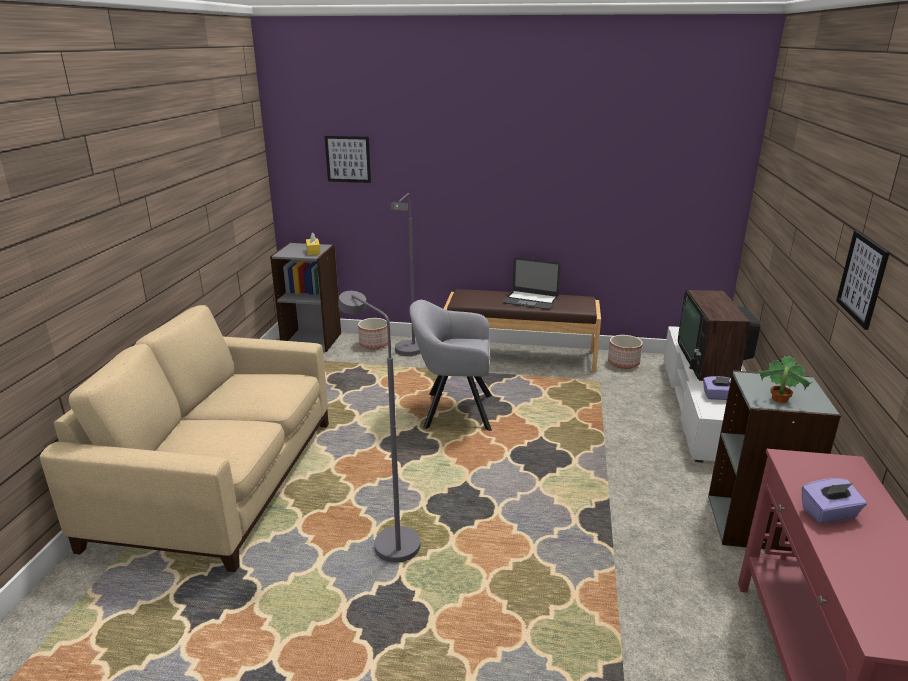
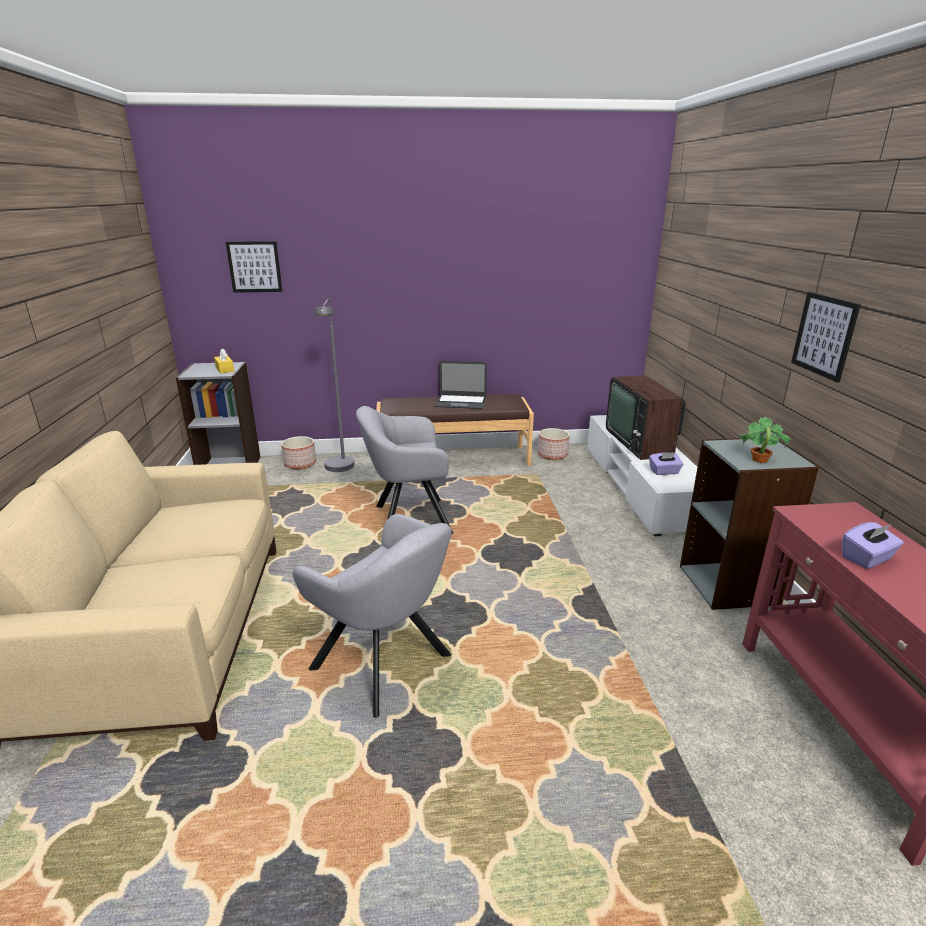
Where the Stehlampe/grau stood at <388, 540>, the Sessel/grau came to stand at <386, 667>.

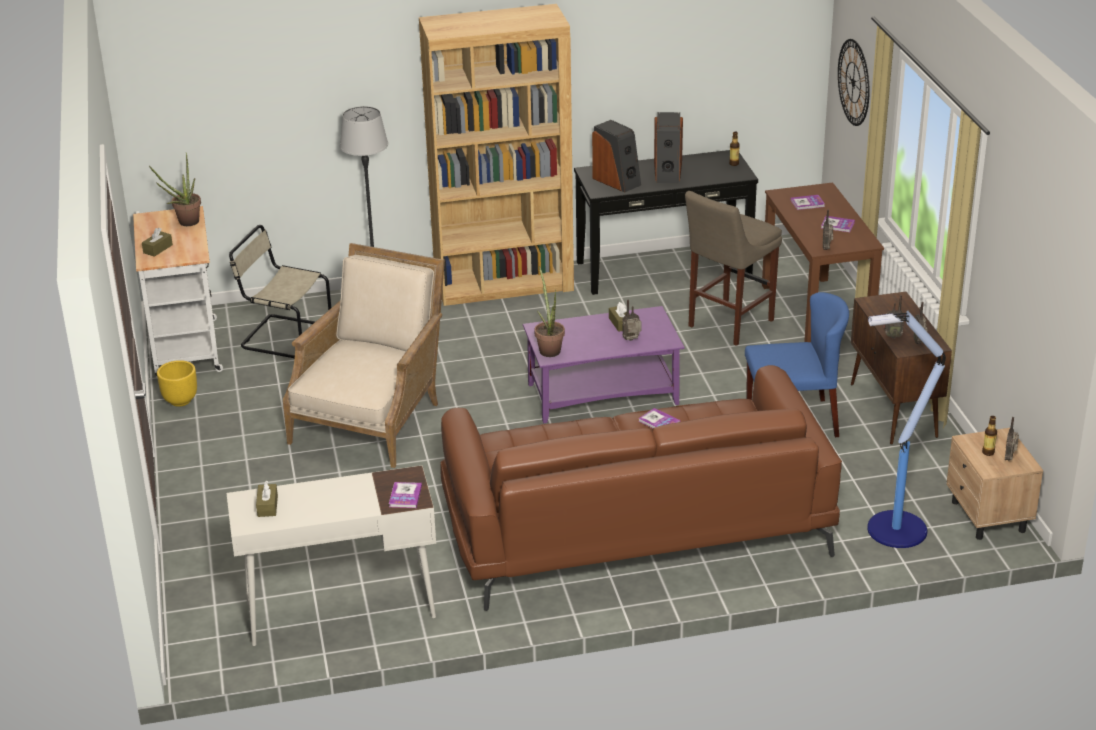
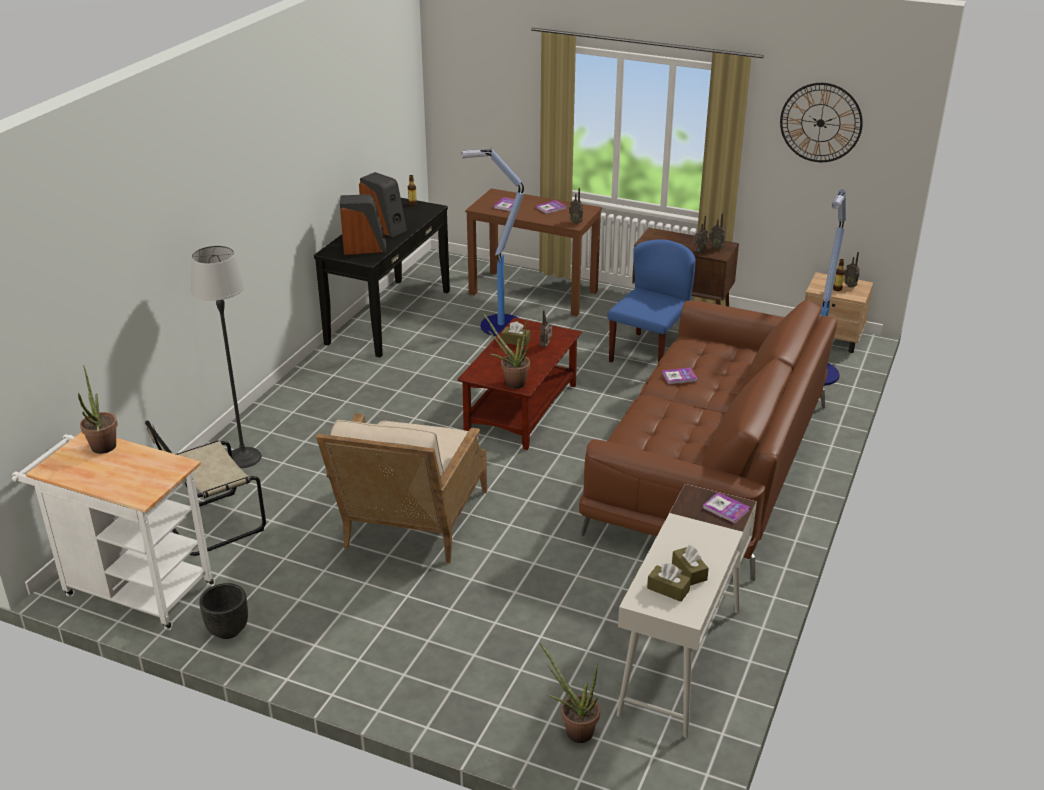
The second view lost the Bücherregal/braun at <504, 284>.
The Wanduhr ended up elsewhere, having gone from <853, 82> to <820, 123>.
Where the Hocker/beige stood at <727, 324>, the Stehlampe came to stand at <499, 326>.
The Taschentuchbox/braun ended up elsewhere, having gone from <158, 249> to <689, 571>.
The Sessel/beige at <373, 417> ended up facing another way, 135 degrees counterclockwise from before.
What was the Couchtisch/lila at <601, 394> turned into the Couchtisch/braun at <521, 410>.
What was the Pflanzkübel/gelb at <181, 401> turned into the Pflanzkübel/schwarz at <228, 630>.
The second view gained the Topfpflanze at <574, 730>.

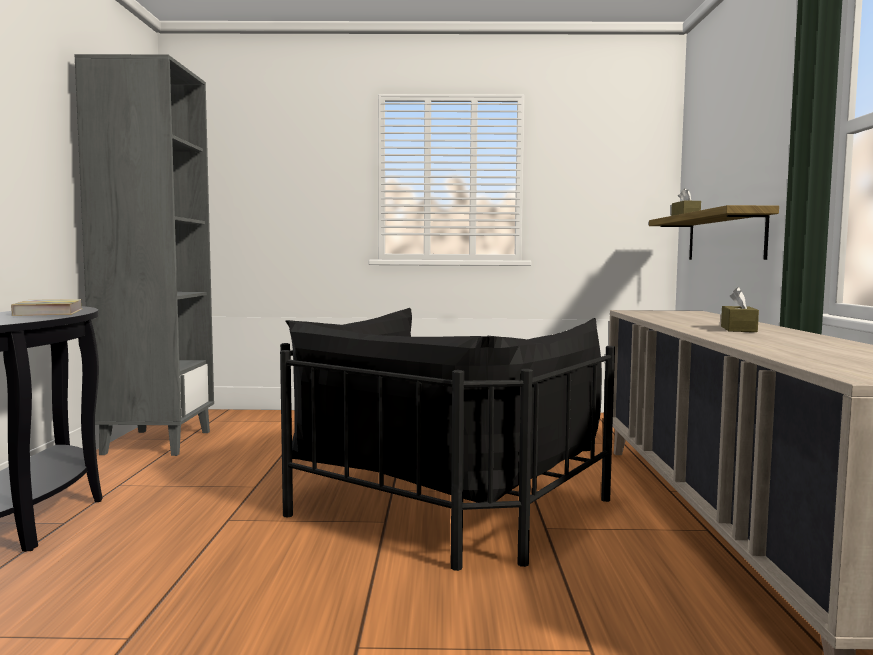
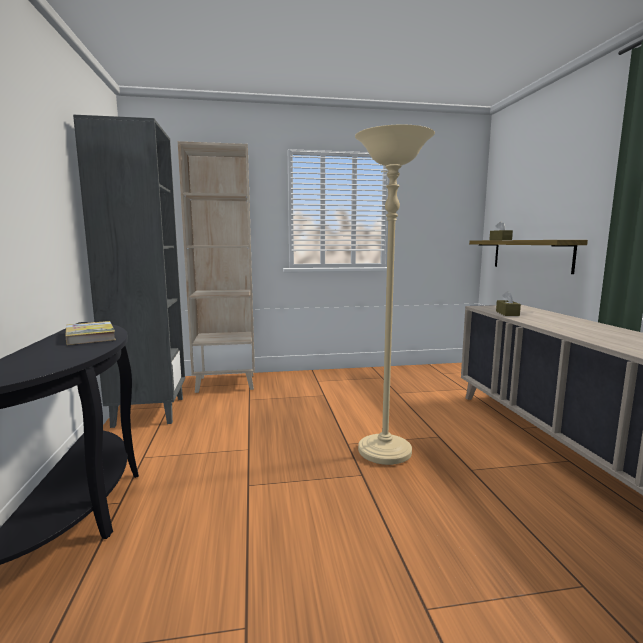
The Taschentuchbox/braun ended up elsewhere, having gone from <738, 329> to <507, 313>.
Where the Sessel/schwarz stood at <436, 502>, the Stehlampe/beige came to stand at <384, 452>.
The second view gained the Bücherregal/beige at <226, 383>.

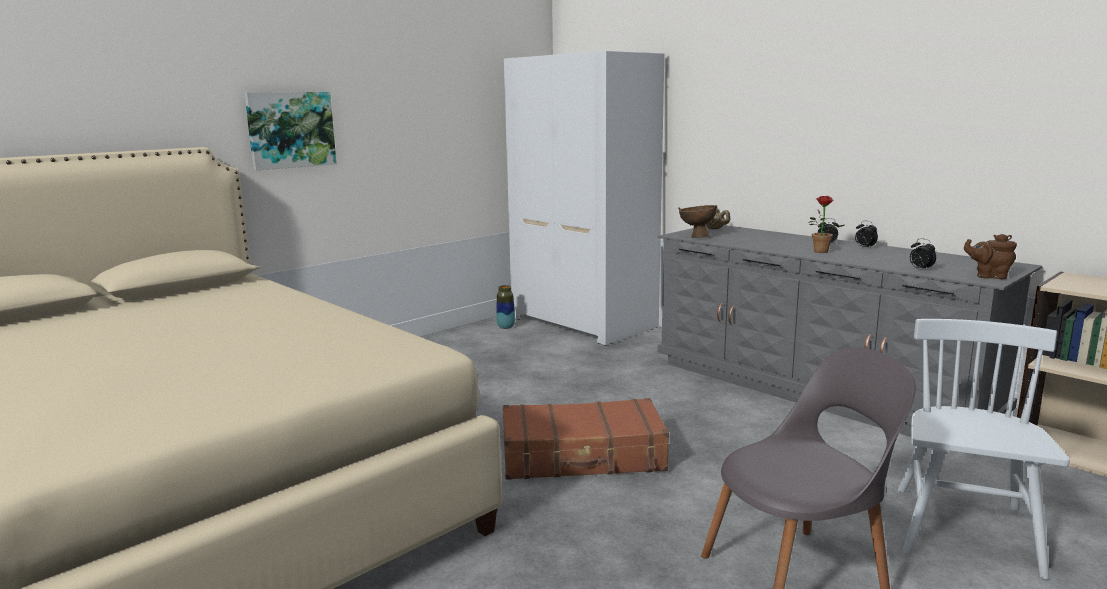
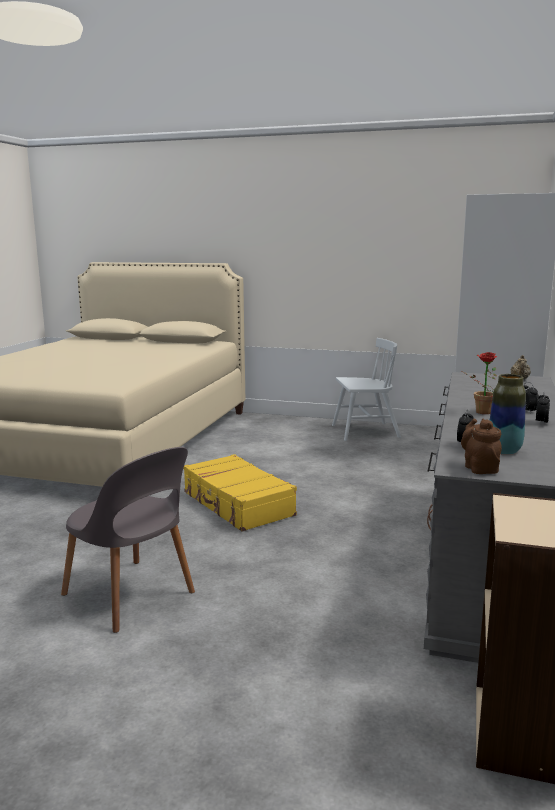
The second view lost the Bild at <290, 129>.
The second view lost the Schüssel/braun at <696, 236>.
The Vase ended up elsewhere, having gone from <506, 327> to <504, 451>.
The Stuhl/weiß ended up elsewhere, having gone from <964, 531> to <365, 432>.
What was the Koffer/braun at <583, 457> turned into the Koffer/gelb at <237, 504>.

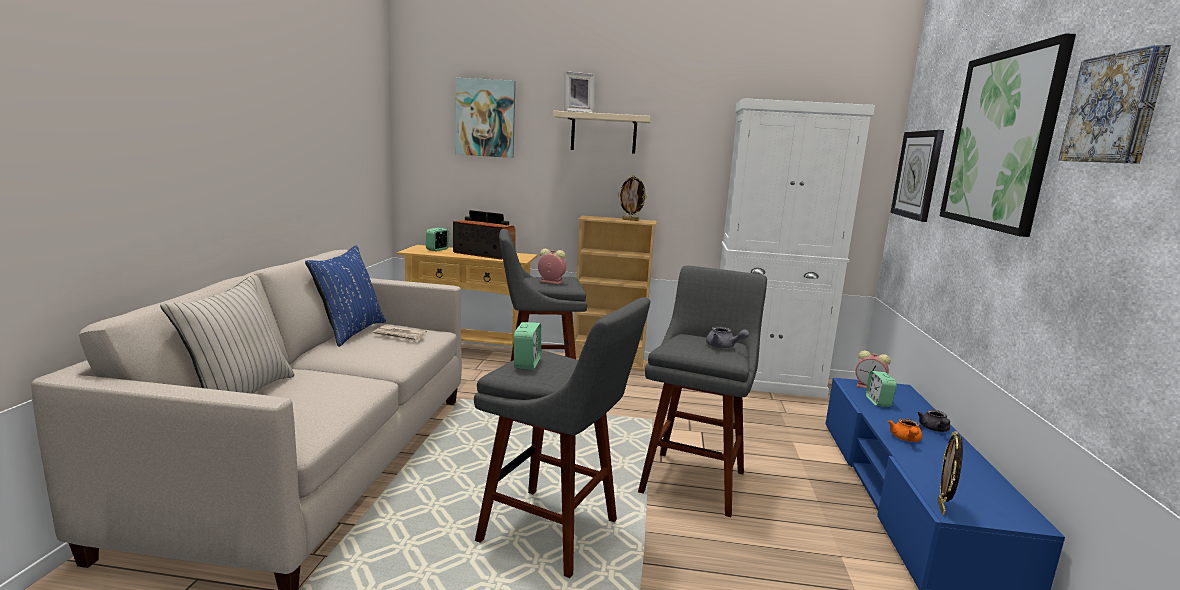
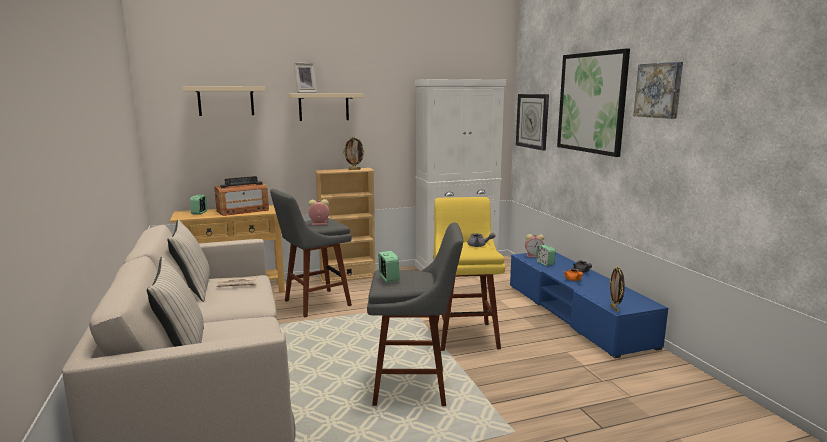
Where the Bild hung at <485, 118>, the Wandregal/beige came to hang at <226, 101>.
The Radio at <484, 254> ended up facing another way, 150 degrees clockwise from before.
What was the Kissen/blau at <350, 332> turned into the Kissen/beige at <193, 290>.
What was the Hocker/grau at <694, 479> turned into the Hocker/gelb at <465, 334>.

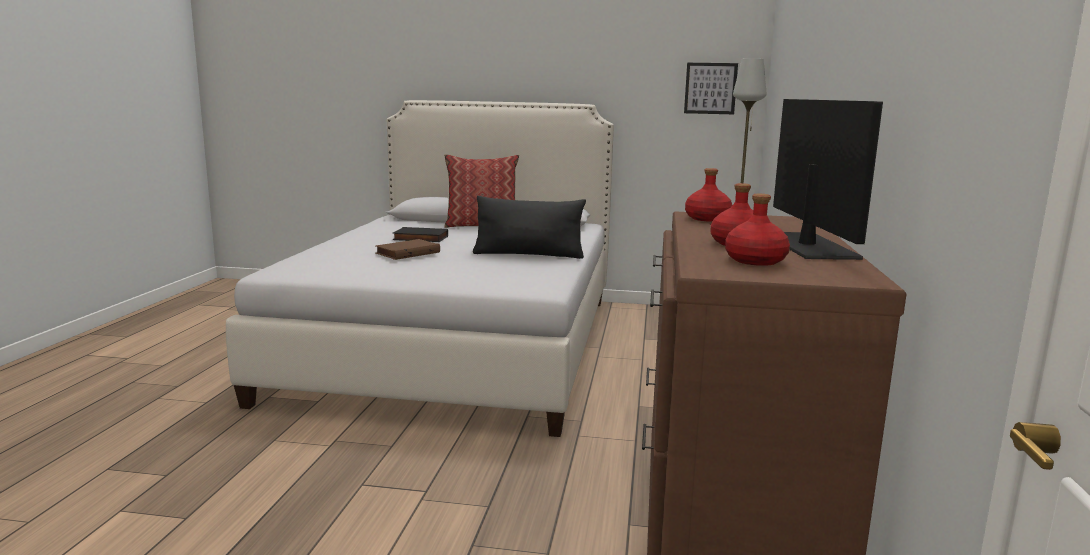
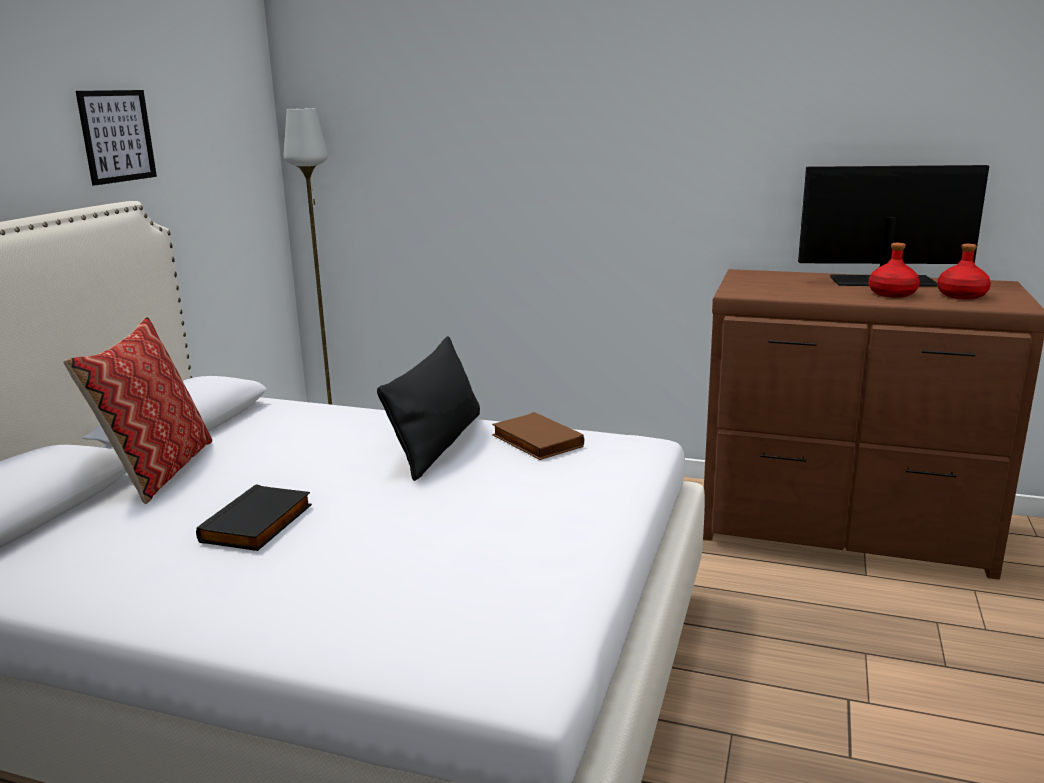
The Bild ended up elsewhere, having gone from <710, 88> to <117, 136>.
The second view lost the Flasche/rot at <707, 218>.
The Buch/braun ended up elsewhere, having gone from <407, 252> to <535, 441>.

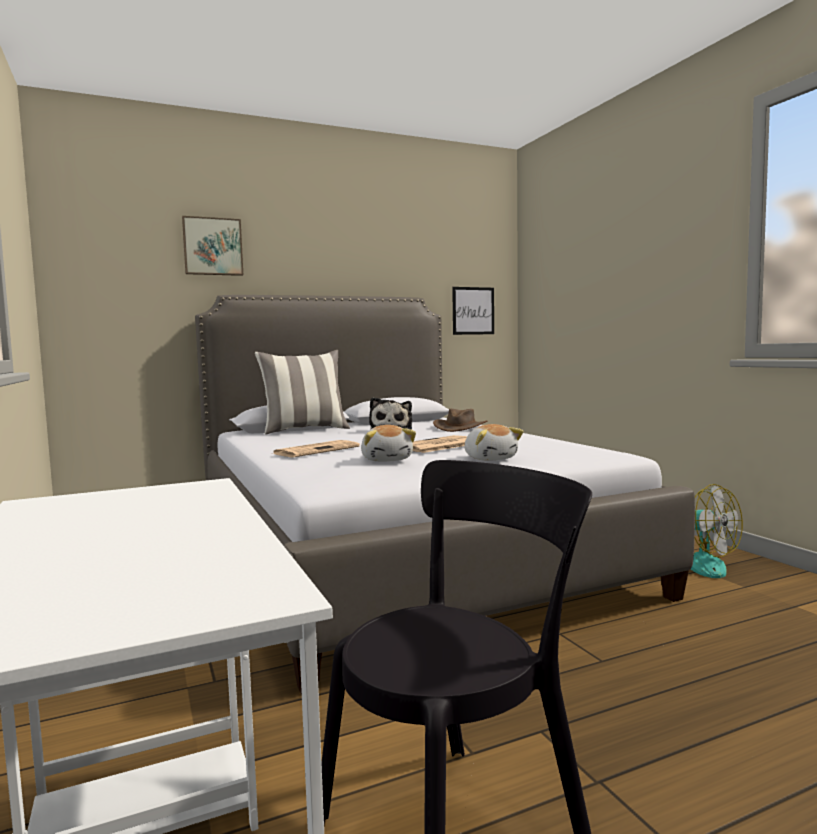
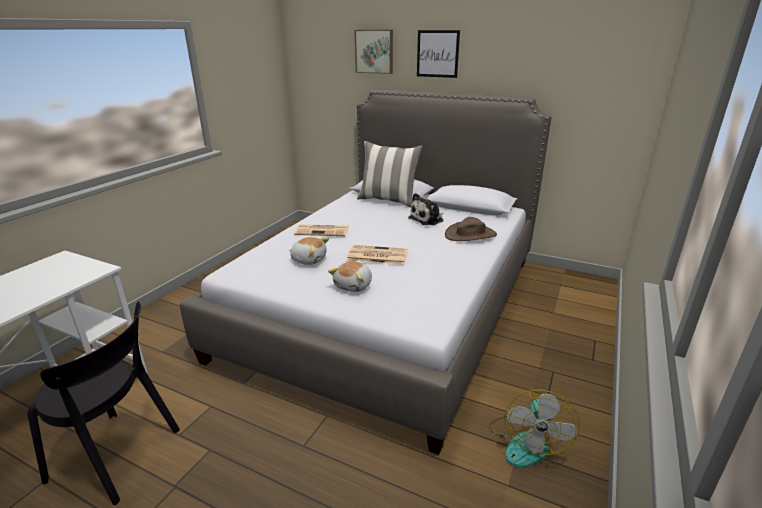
The Bild ended up elsewhere, having gone from <473, 311> to <437, 54>.
The Plüschtier at <387, 460> ended up facing another way, 105 degrees counterclockwise from before.

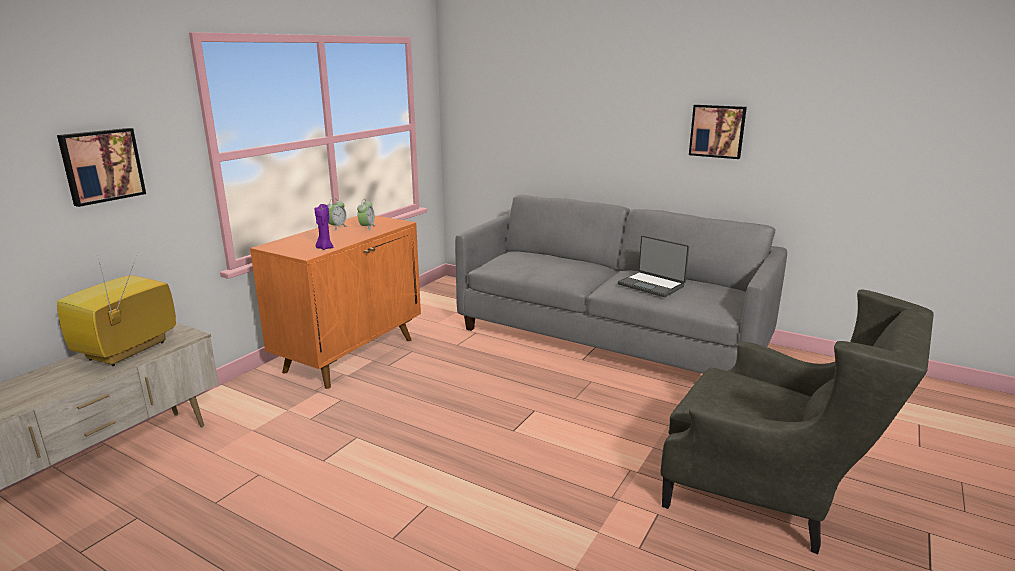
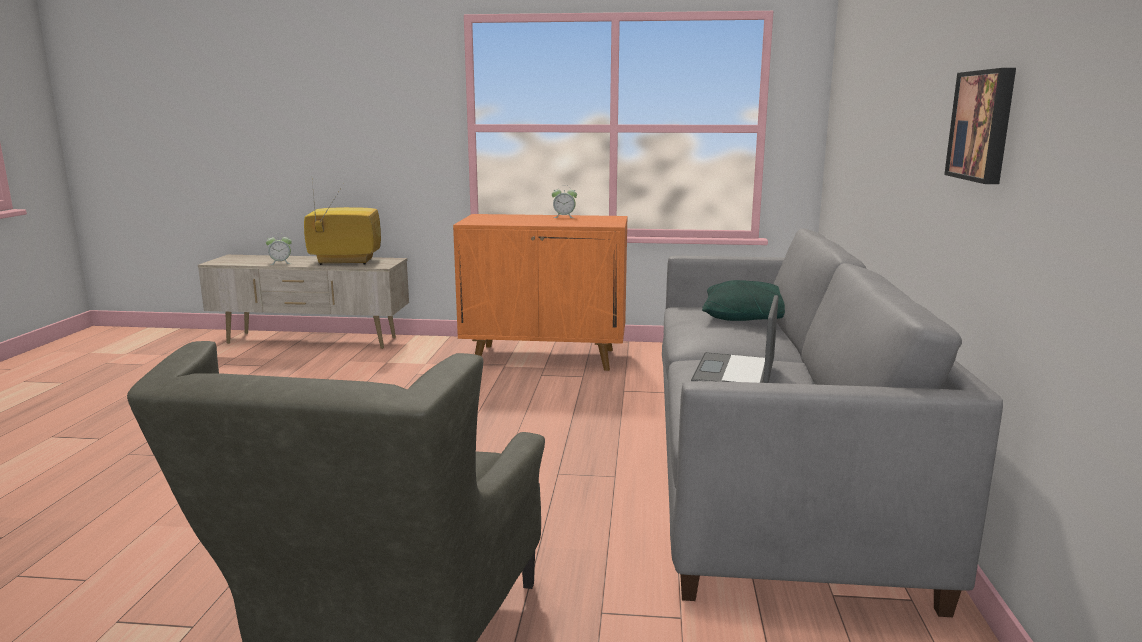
The second view lost the Bild at <101, 165>.
The Wecker ended up elsewhere, having gone from <367, 227> to <280, 263>.
The second view lost the Kerze/lila at <325, 248>.
The second view gained the Kissen/grün at <747, 318>.

